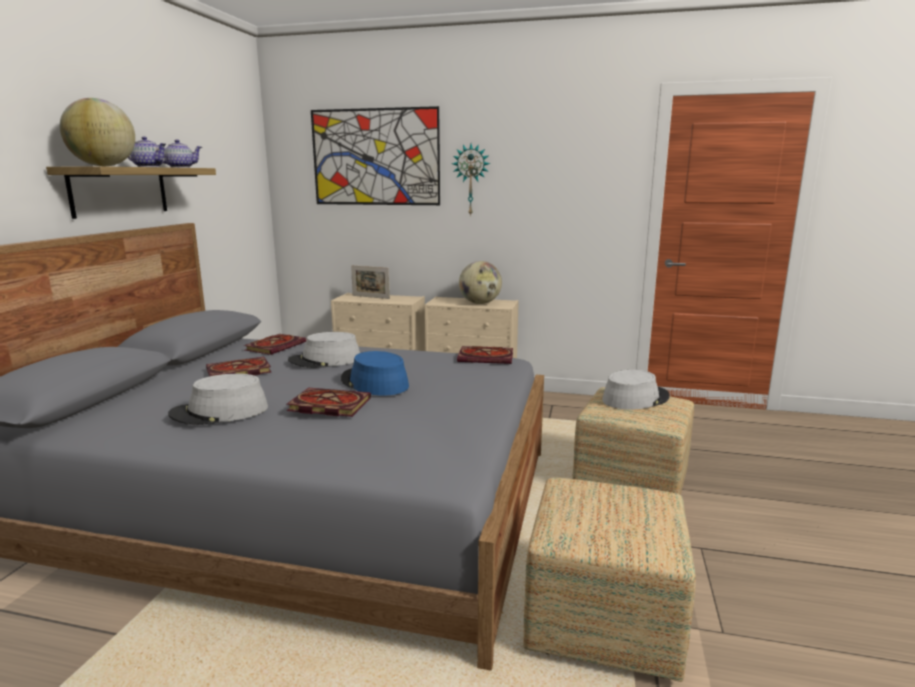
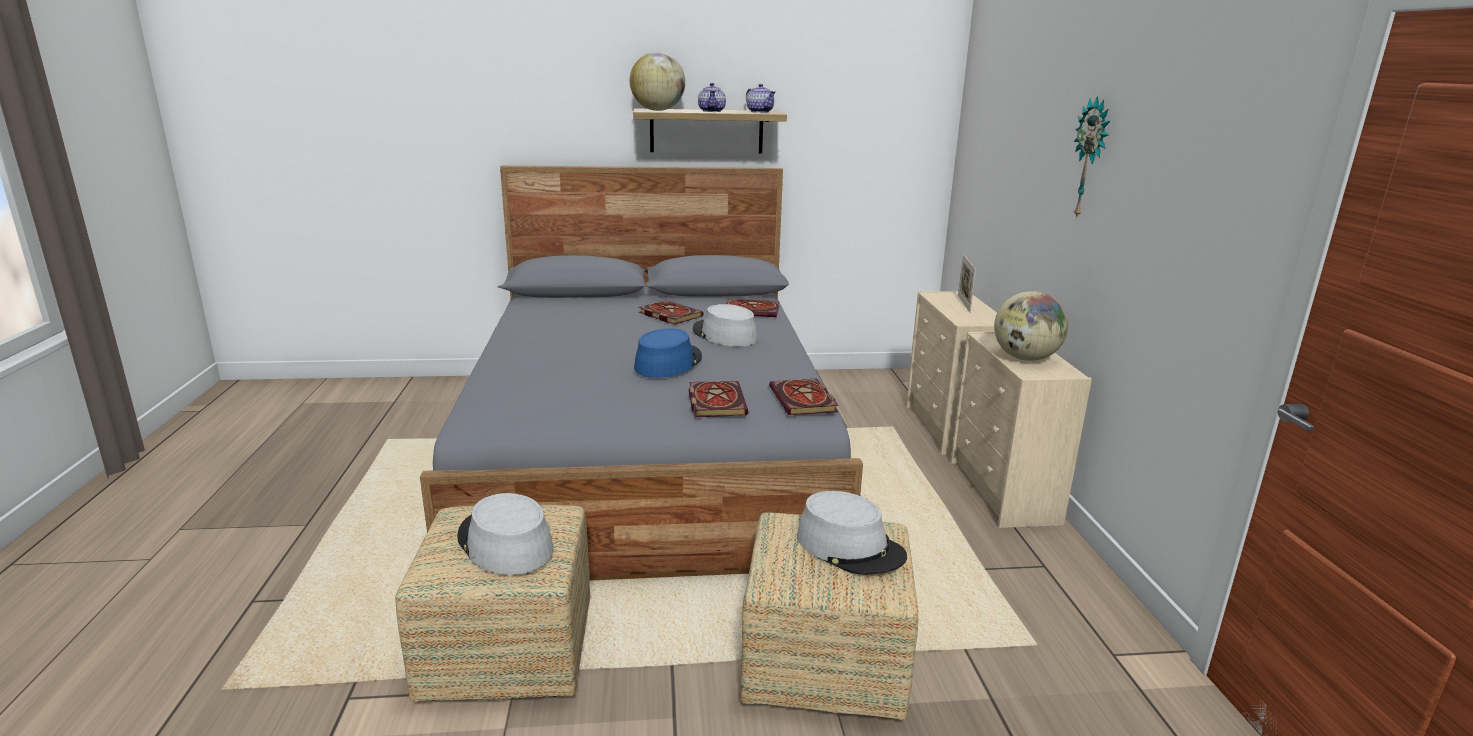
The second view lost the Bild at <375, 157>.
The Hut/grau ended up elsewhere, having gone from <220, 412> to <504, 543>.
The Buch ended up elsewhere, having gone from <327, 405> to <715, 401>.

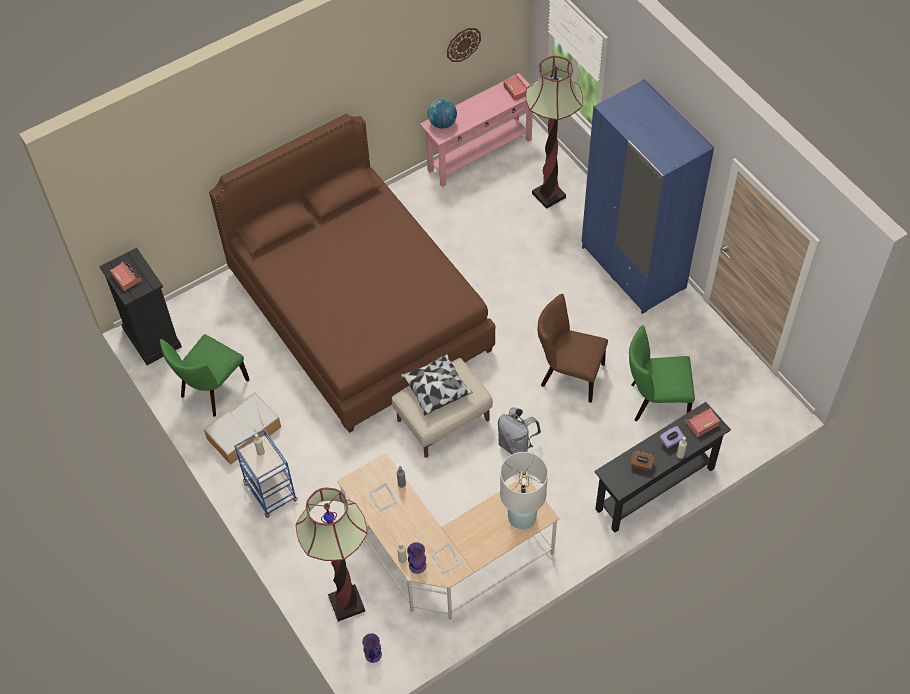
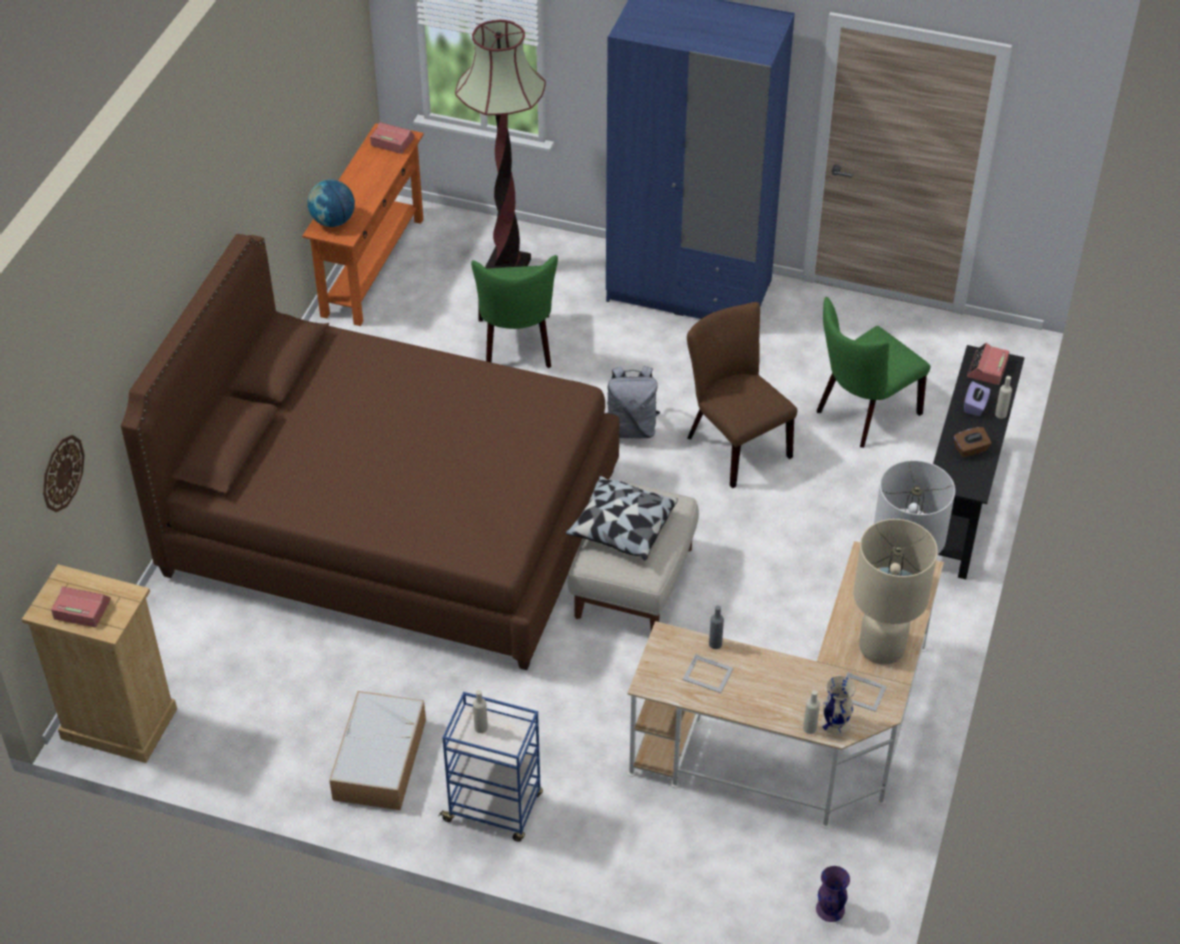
The Wanduhr ended up elsewhere, having gone from <463, 44> to <62, 473>.
What was the Konsolentisch/rosa at <479, 154> turned into the Konsolentisch/orange at <372, 267>.
What was the Kommode/schwarz at <152, 337> turned into the Kommode/beige at <118, 724>.
The Stuhl/braun at <568, 374> ended up facing another way, 75 degrees clockwise from before.
The Stuhl/grün ended up elsewhere, having gone from <211, 390> to <516, 347>.
The Rucksack/grau ended up elsewhere, having gone from <516, 445> to <631, 429>.
The second view lost the Stehlampe at <347, 603>.
What was the Vase/lila at <417, 565> turned into the Vase/beige at <835, 722>.
The second view gained the Tischlampe/beige at <882, 648>.

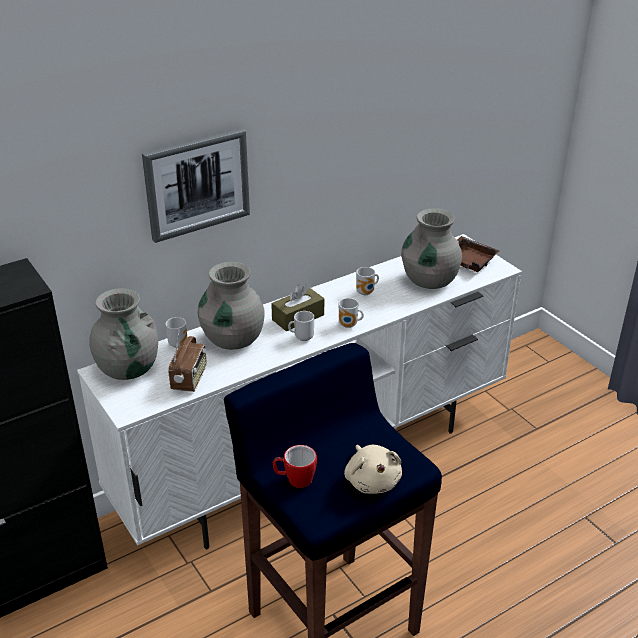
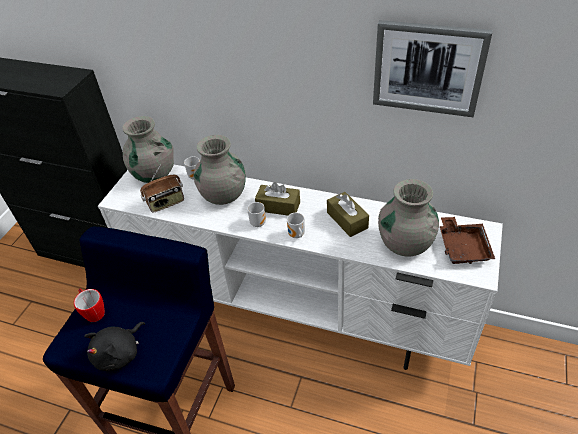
The Bild ended up elsewhere, having gone from <197, 184> to <428, 68>.
Where the Henkelbecher stood at <366, 292>, the Taschentuchbox/braun came to stand at <347, 220>.
What was the Plüschtier/beige at <372, 480> turned into the Plüschtier/schwarz at <120, 354>.

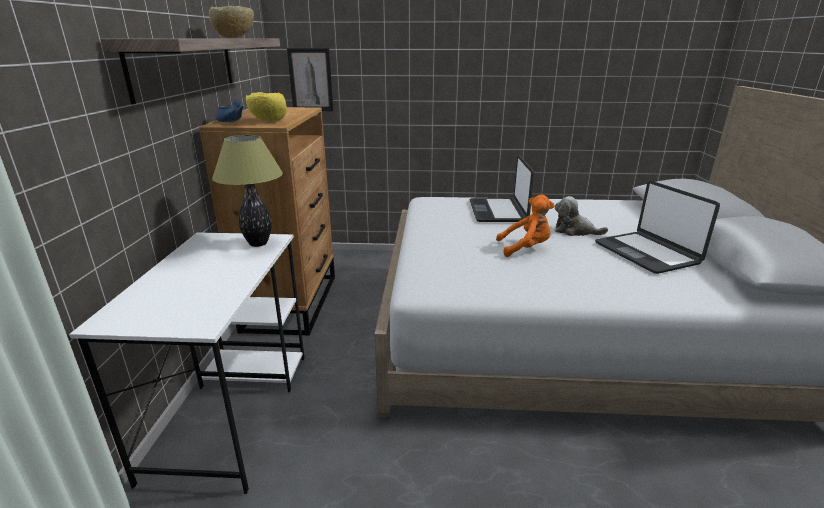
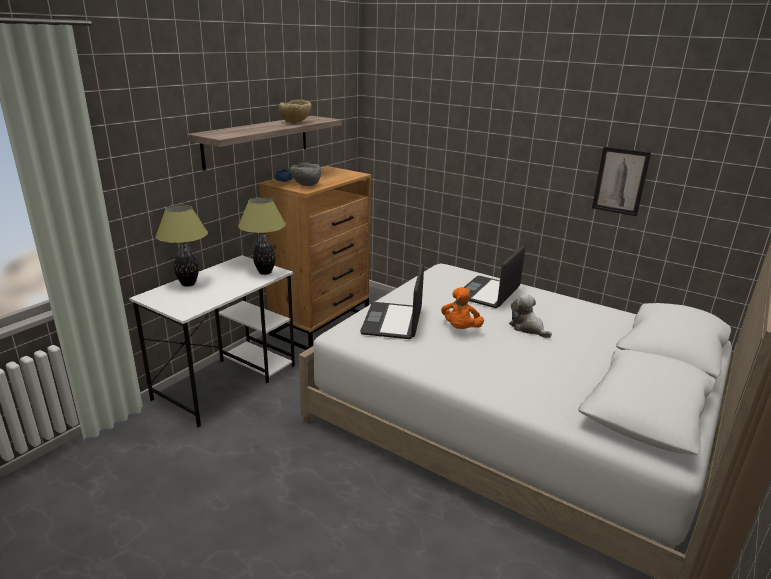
The Bild ended up elsewhere, having gone from <310, 80> to <620, 181>.
What was the Schüssel/gelb at <269, 121> turned into the Schüssel/grau at <306, 185>.
The Laptop ended up elsewhere, having gone from <647, 253> to <393, 321>.
The Plüschtier/orange at <525, 248> ended up facing another way, 75 degrees clockwise from before.
The second view gained the Tischlampe at <188, 284>.

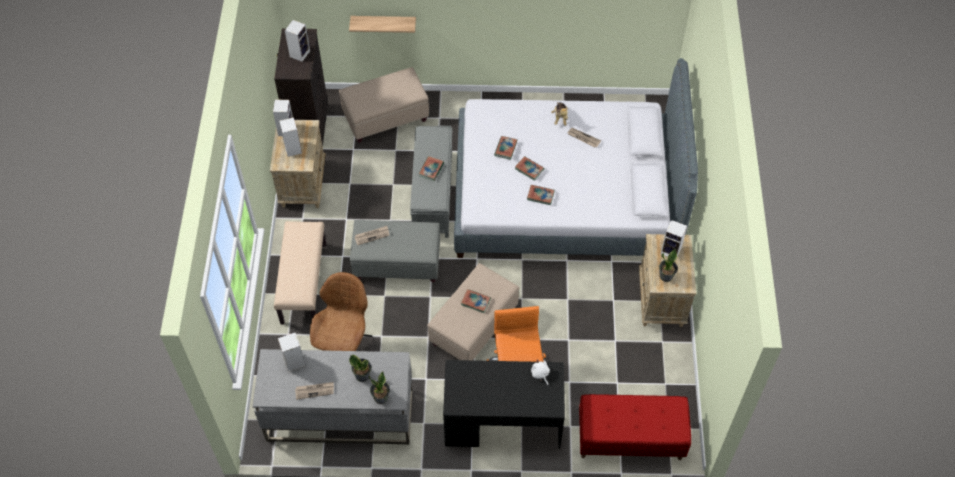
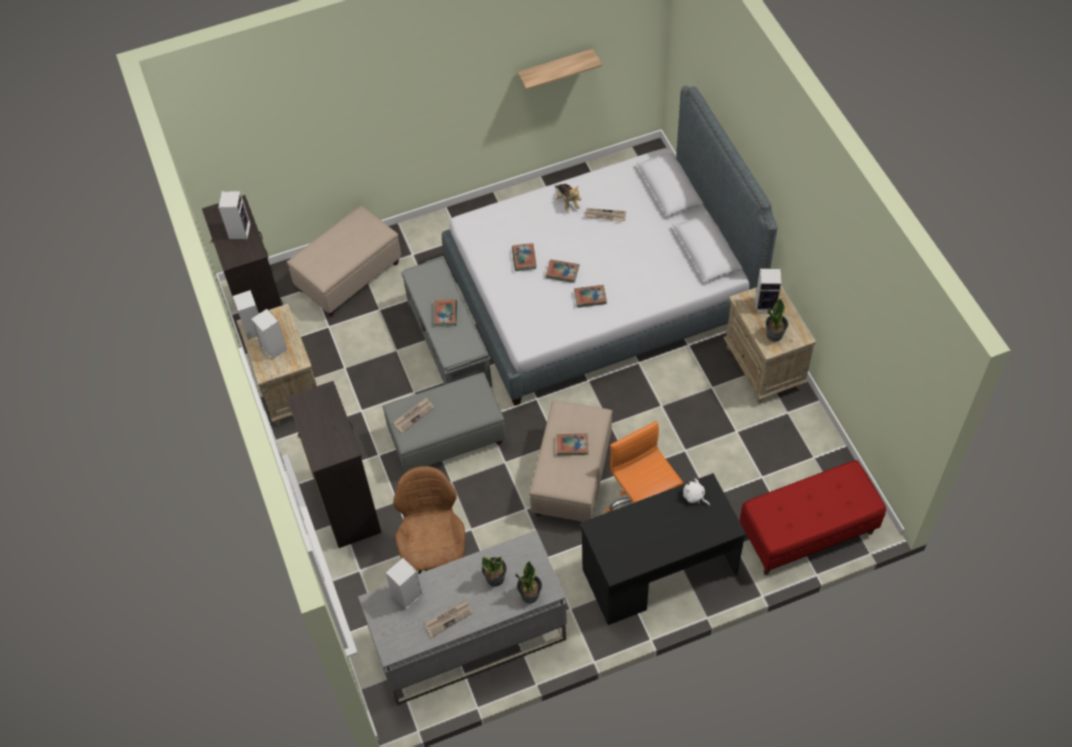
The Wandregal ended up elsewhere, having gone from <383, 24> to <555, 70>.
Where the Bank/beige stood at <303, 283>, the Kommode/schwarz came to stand at <347, 504>.

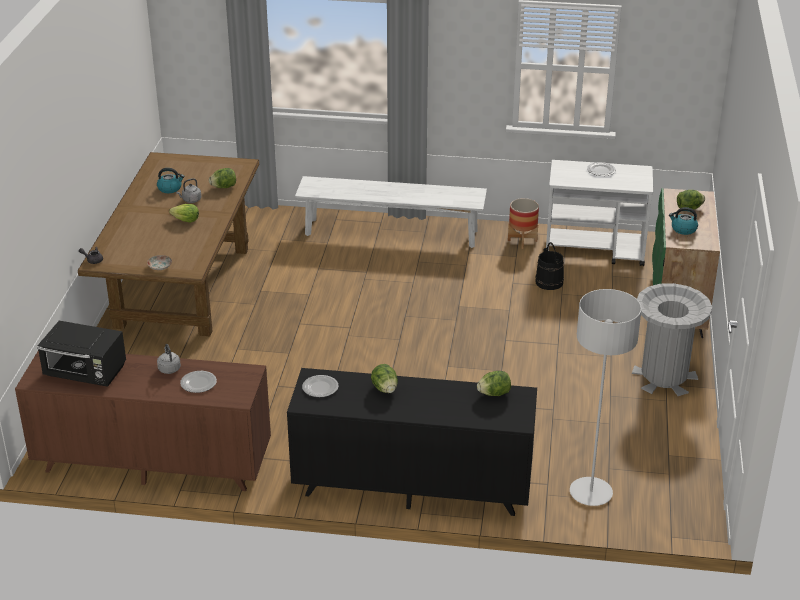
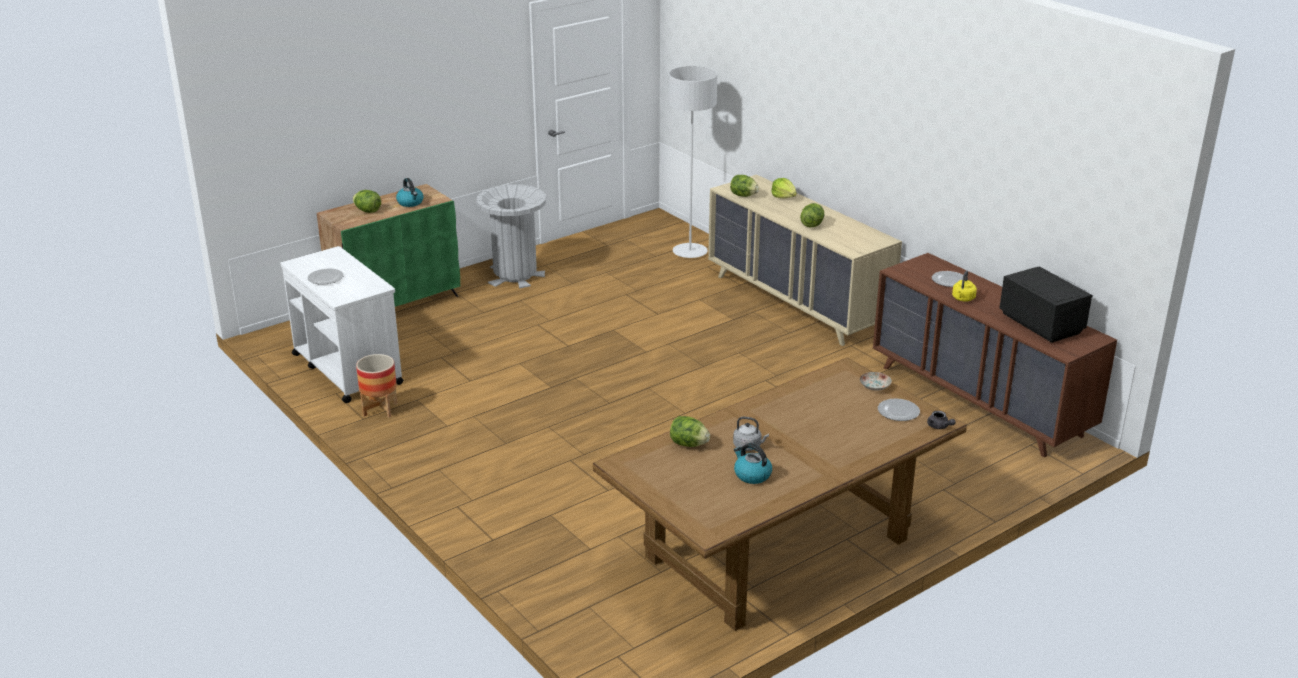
The second view lost the Bank/weiß at <391, 233>.
The Salatkopf ended up elsewhere, having gone from <186, 220> to <784, 197>.
The second view lost the Eimer/schwarz at <549, 282>.
What was the Wasserkessel/grau at <169, 368> turned into the Wasserkessel/gelb at <963, 299>.
What was the Kommode/schwarz at <412, 486> turned into the Kommode/beige at <797, 302>.
The Teller ended up elsewhere, having gone from <320, 387> to <898, 412>.

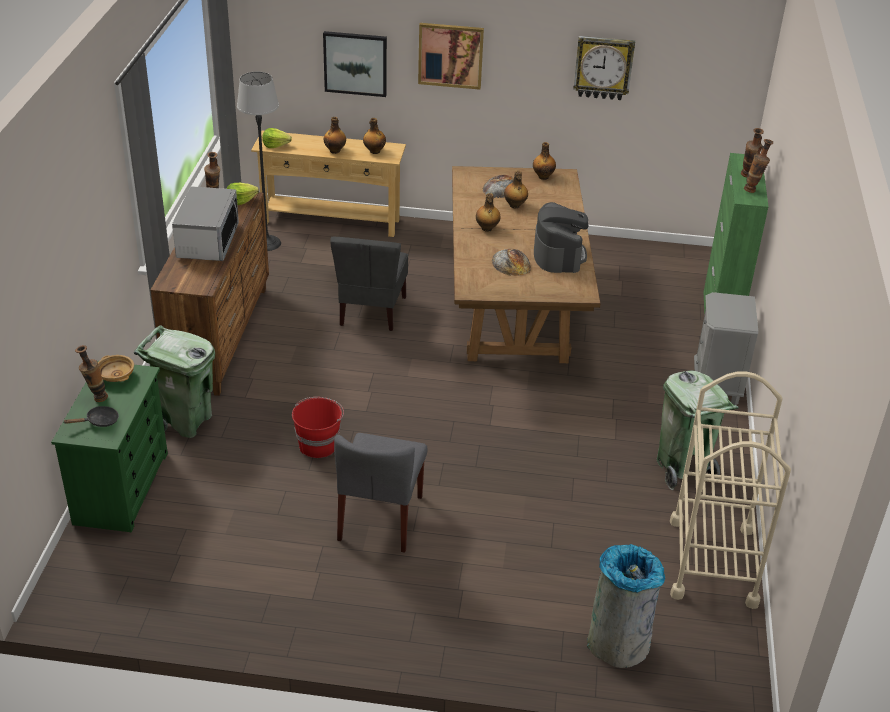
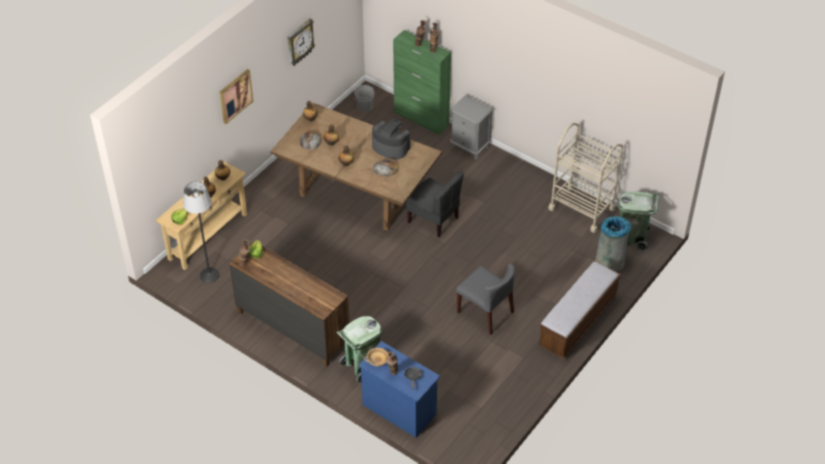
The second view lost the Bild at <355, 63>.
The second view lost the Mikrowelle at <207, 242>.
The Stuhl/grau ended up elsewhere, having gone from <371, 311> to <433, 219>.
What was the Kommode/grün at <122, 487> turned into the Kommode/blau at <399, 409>.
The Mülleimer/grün ended up elsewhere, having gone from <683, 468> to <633, 238>.
The second view lost the Eimer/rot at <318, 444>.
The second view gained the Eimer/grau at <364, 106>.
The second view gained the Bank at <577, 322>.

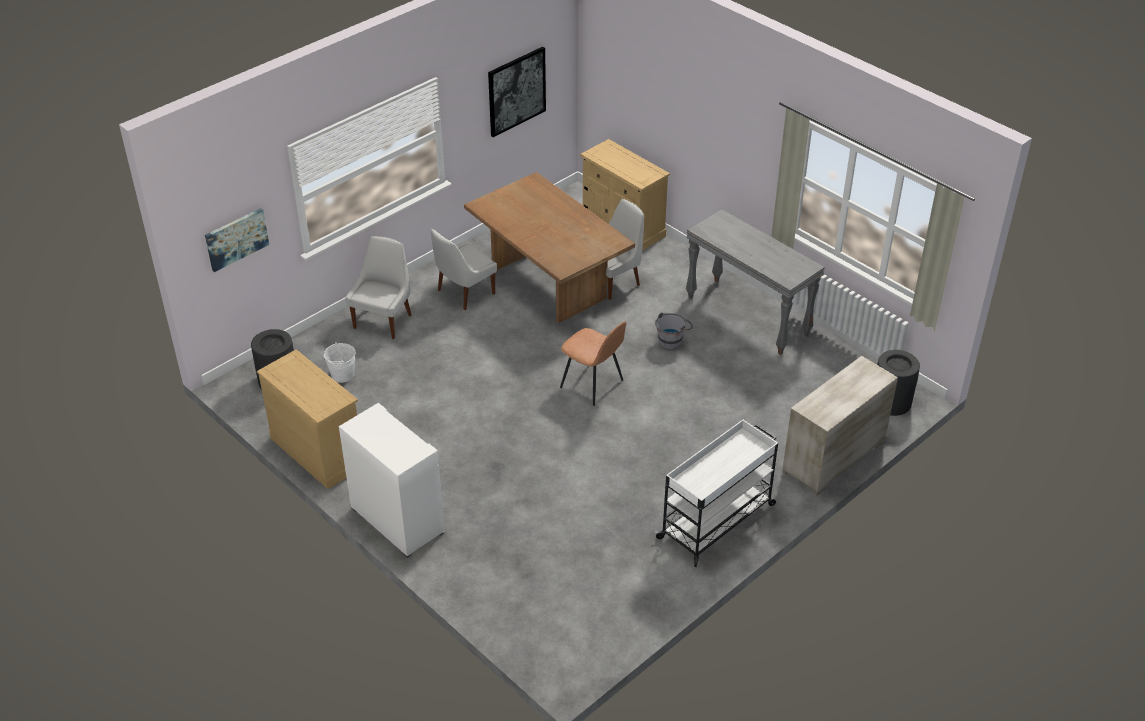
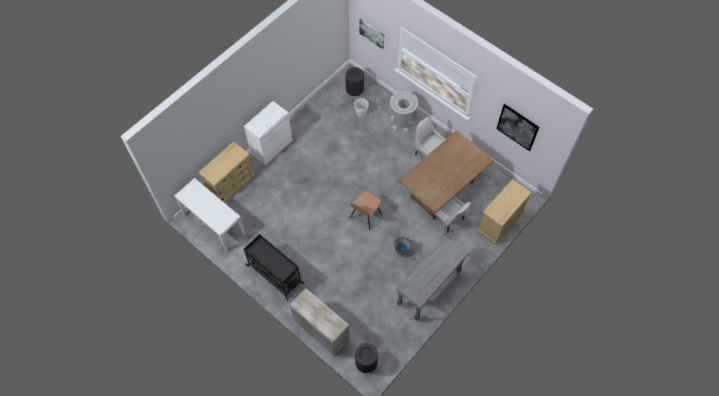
Where the Stuhl/weiß stood at <384, 320>, the Mülleimer/grau came to stand at <402, 122>.
The Kommode/beige ended up elsewhere, having gone from <318, 451> to <230, 184>.
What was the Rollwagen/weiß at <717, 520> turned into the Rollwagen/schwarz at <275, 275>.
The second view gained the Konsolentisch/weiß at <214, 224>.

